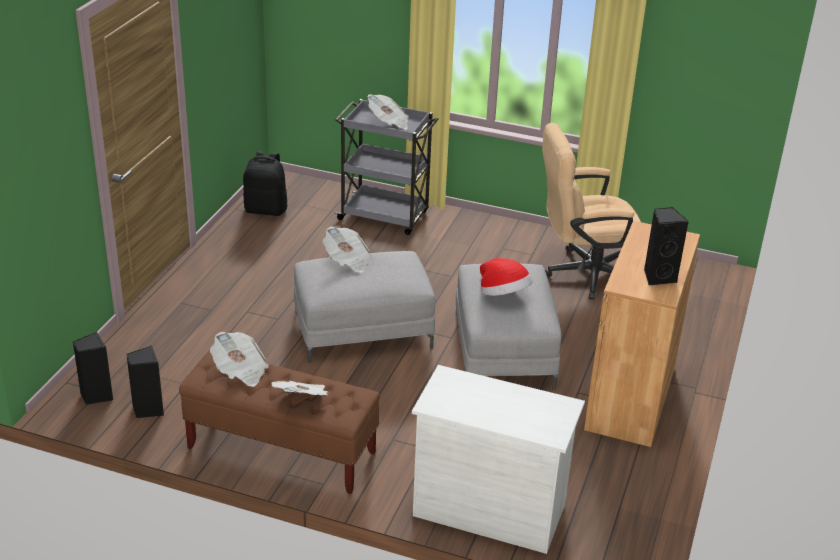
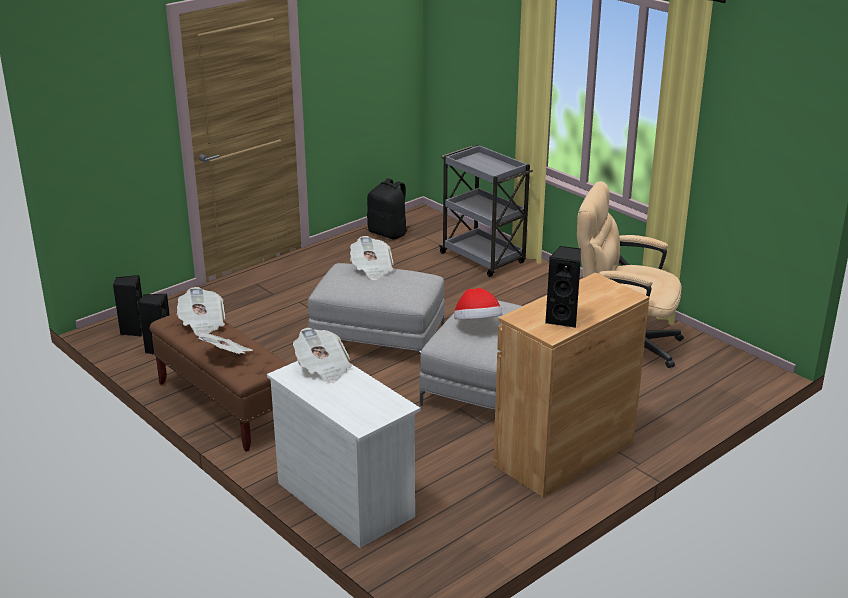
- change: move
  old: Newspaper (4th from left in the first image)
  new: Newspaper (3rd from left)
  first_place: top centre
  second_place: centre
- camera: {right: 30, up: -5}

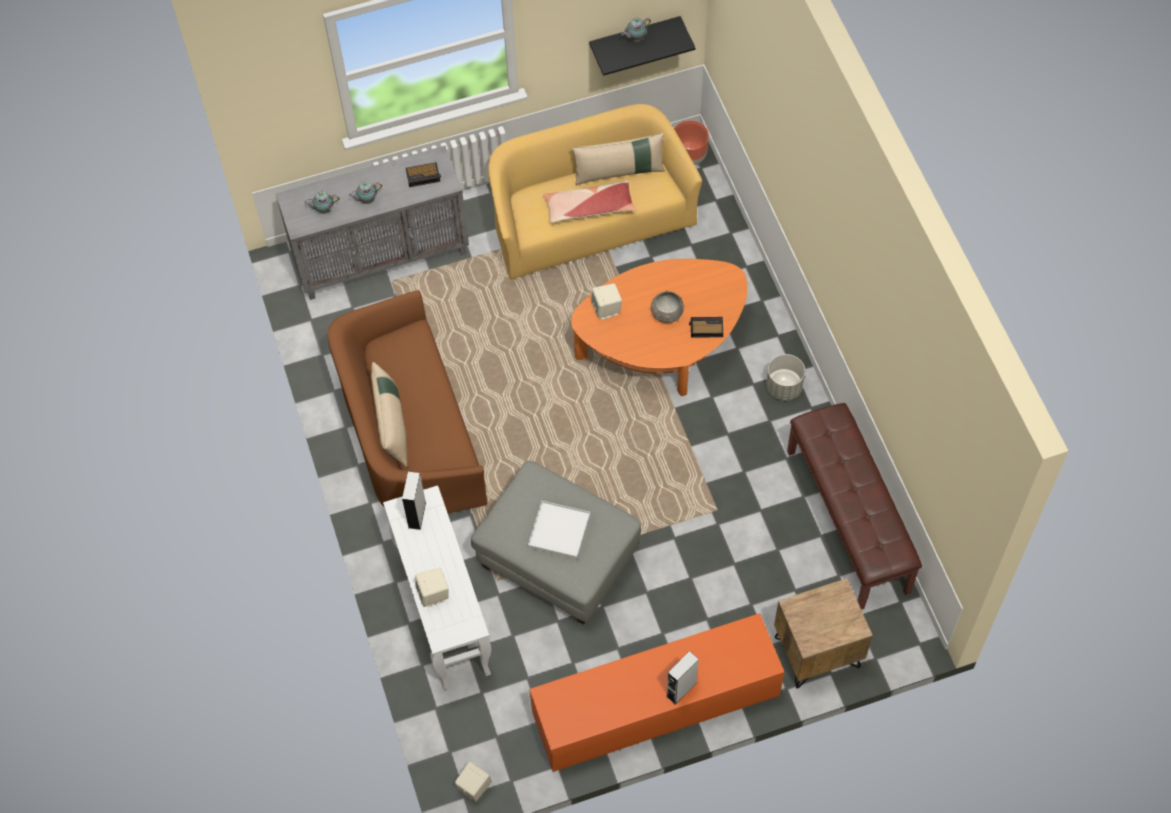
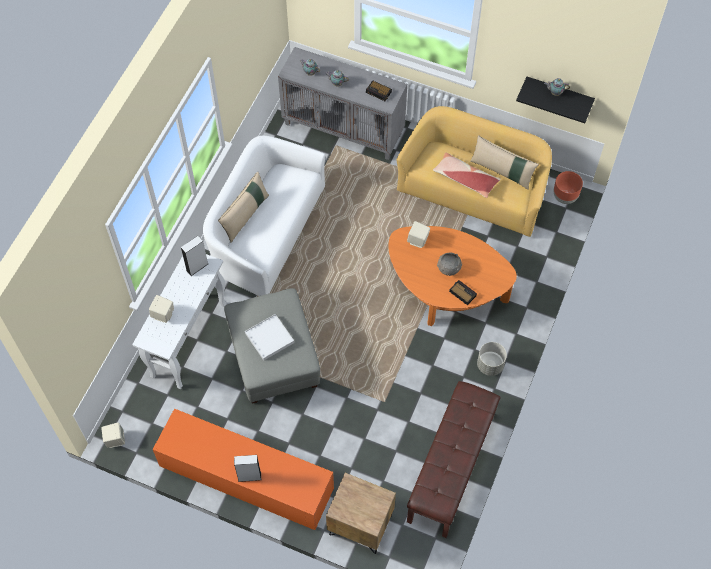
- change: recolor
  old: BrownSofa
  new: WhiteSofa
  first_place: centre
  second_place: centre
- camera: {right: 40, up: 0}

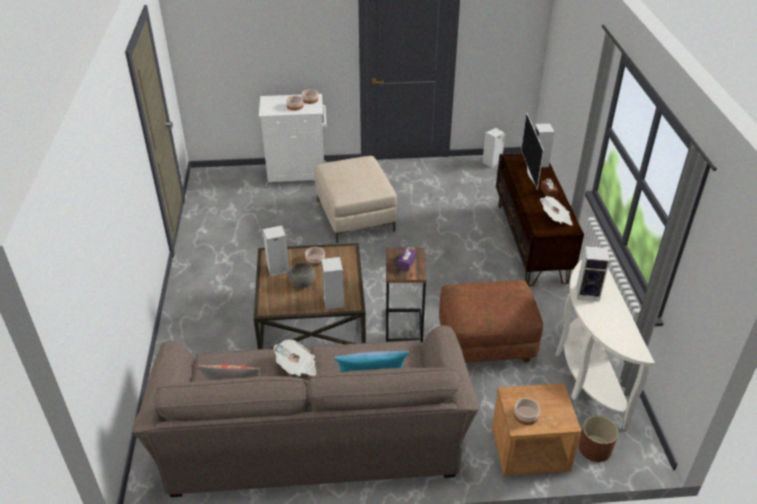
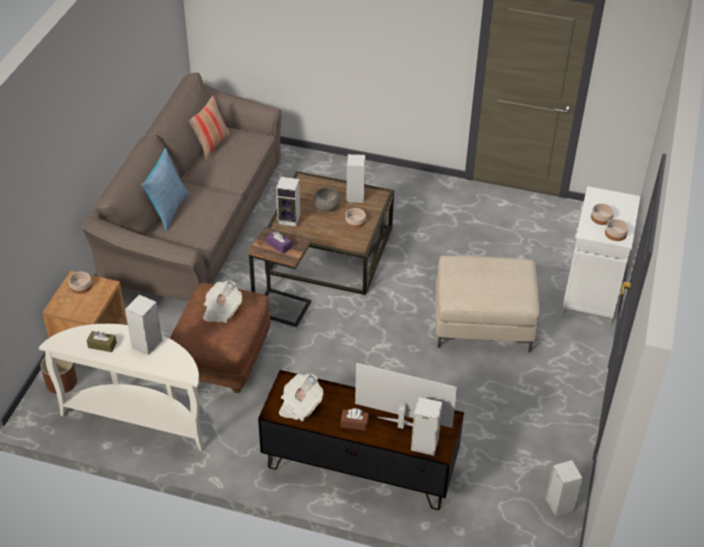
- change: insert
  new: BrownTissueBox (1st from left)
  second_place: middle left
- change: move
  old: Newspaper (1st from left)
  first_place: bottom centre
  second_place: middle left
- camera: {right: 110, up: 5}

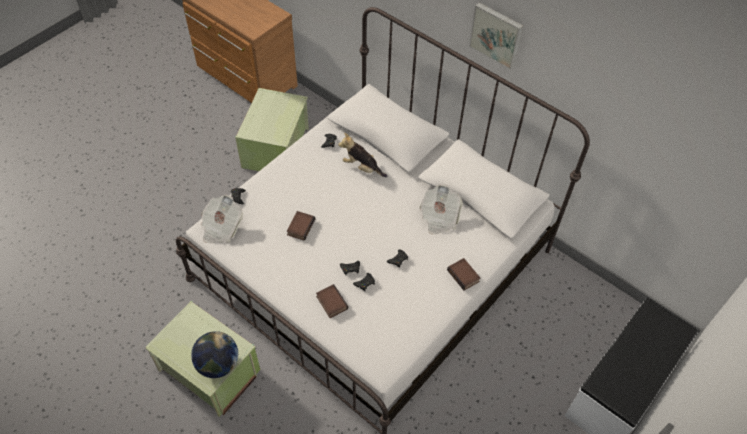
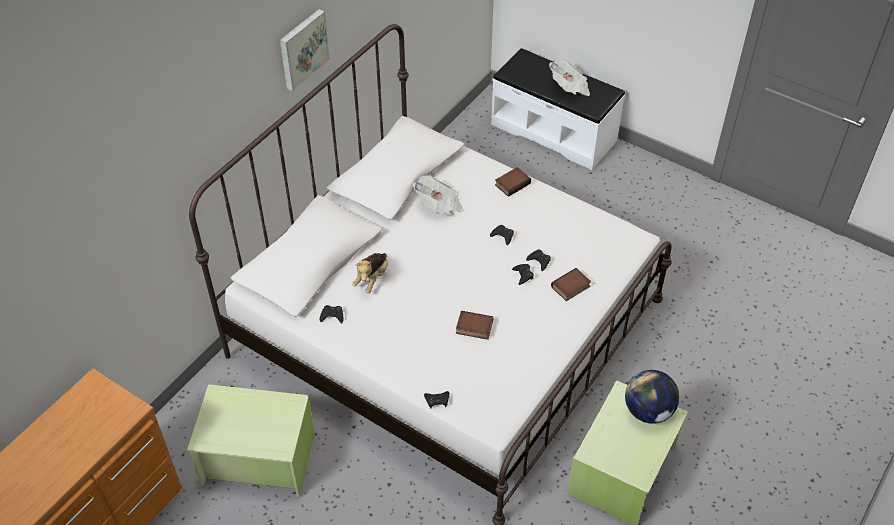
- change: move
  old: Newspaper (1st from left in the first image)
  new: Newspaper (2nd from left)
  first_place: middle left
  second_place: top centre
- camera: {right: -95, up: -5}

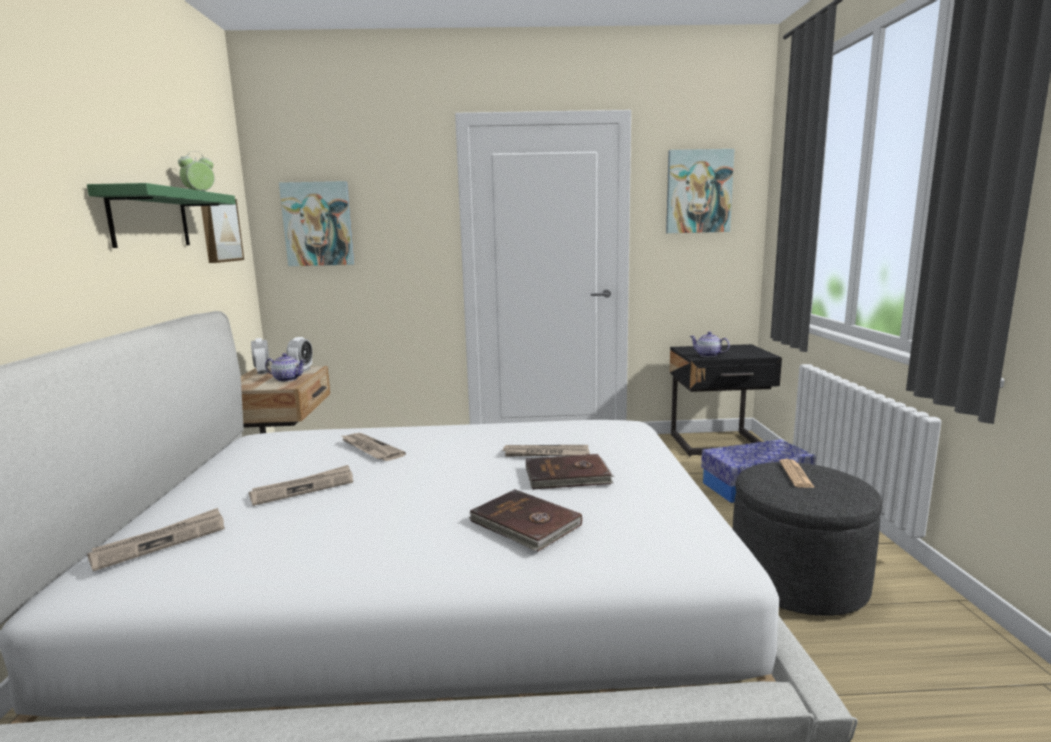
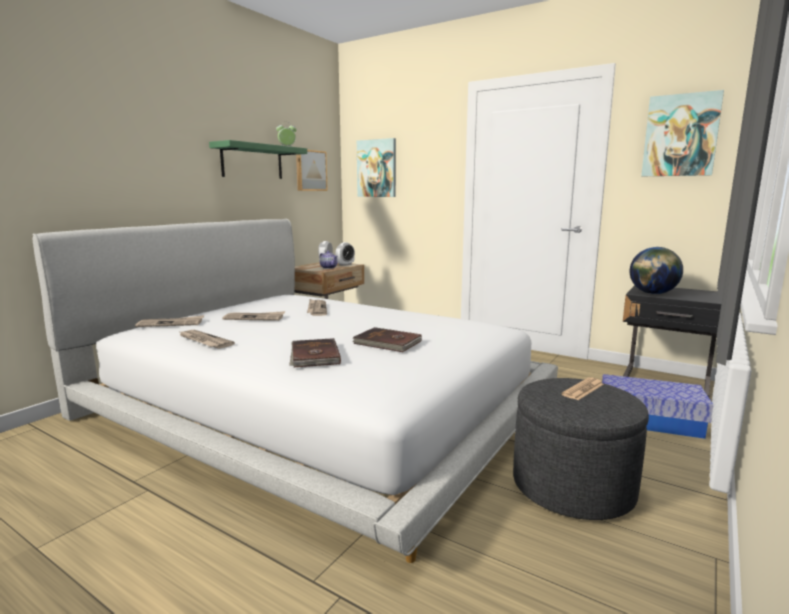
- change: move
  old: Newspaper (4th from left in the first image)
  new: Newspaper (2nd from left)
  first_place: centre
  second_place: middle left
- change: replace
  old: Teapot (2nd from left)
  new: Globe
  first_place: middle right
  second_place: middle right
- camera: {right: 35, up: 0}

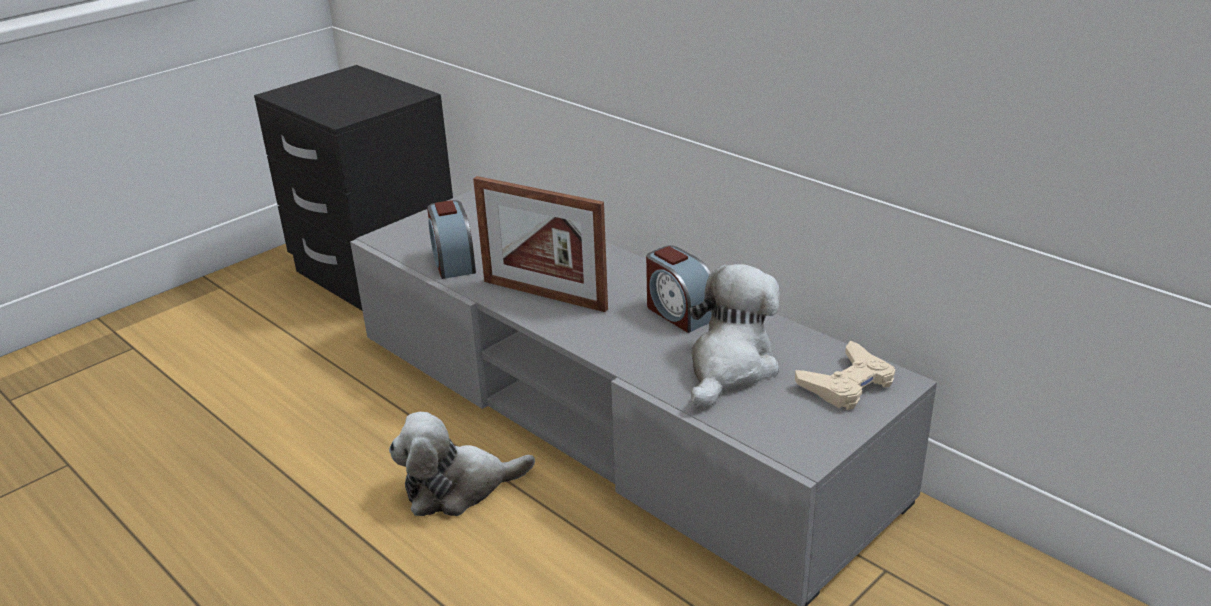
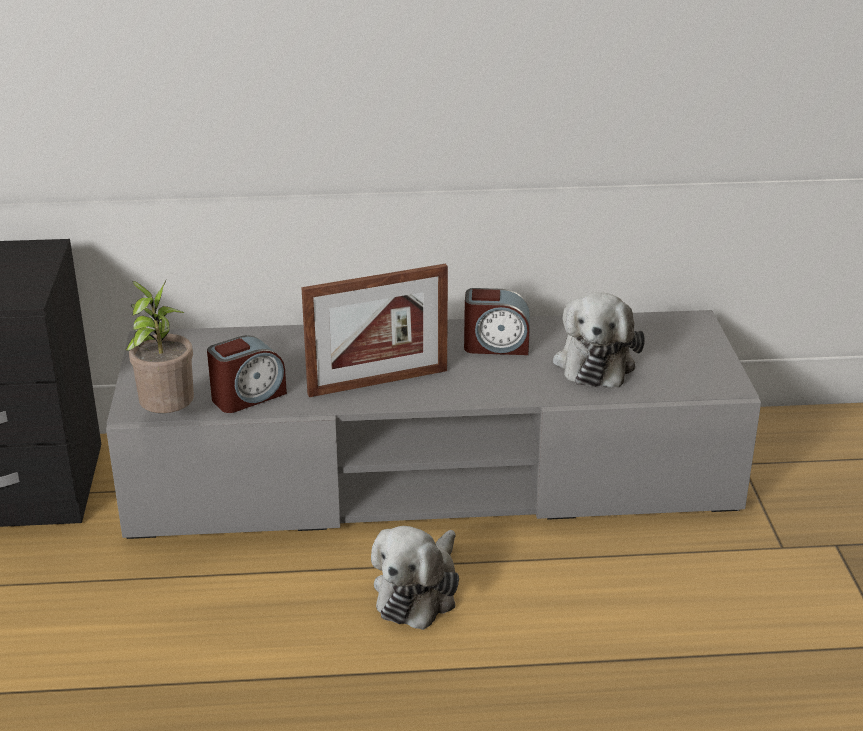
- change: insert
  new: PottedPlant
  second_place: middle left
- change: rotate
  old: AlarmClock (1st from left)
  first_place: centre
  second_place: middle left
  degrees: -60
- change: rotate
  old: PlushToy (2nd from left)
  first_place: centre
  second_place: middle right
  degrees: -150
- change: delete
  old: BeigeGameController
  first_place: middle right
- camera: {right: -50, up: 0}

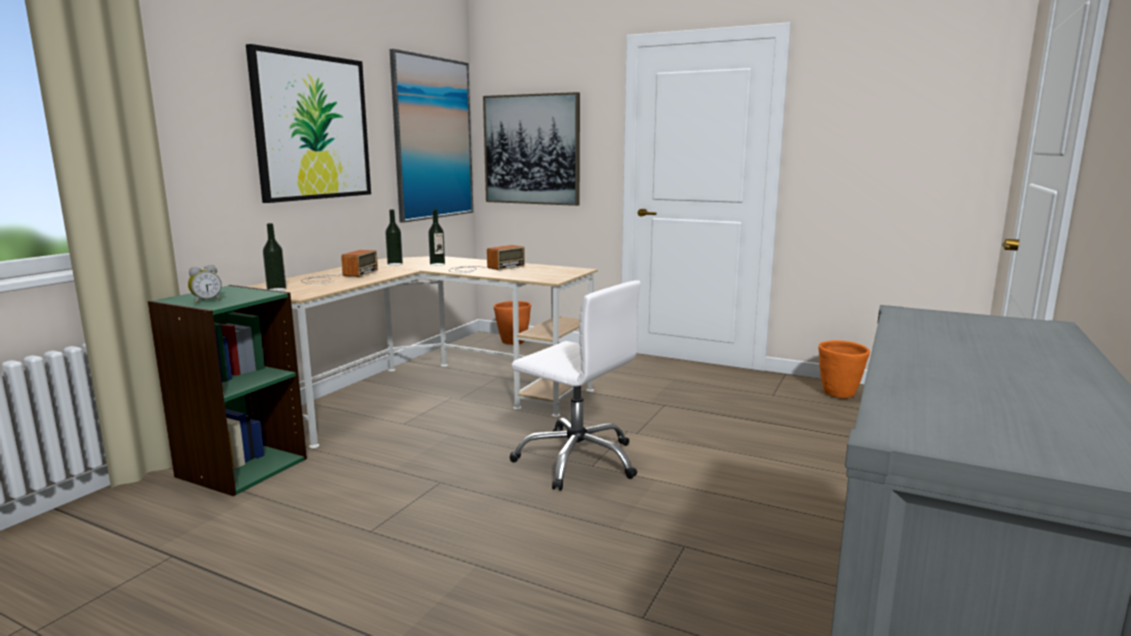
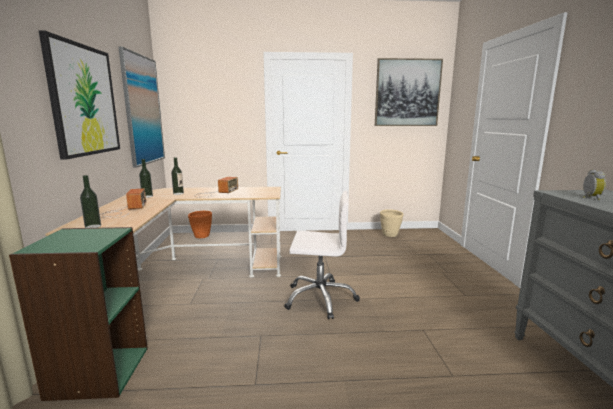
- change: move
  old: Picture (3rd from left)
  first_place: top centre
  second_place: top right
- change: recolor
  old: OrangePlanter (2nd from left)
  new: BeigePlanter
  first_place: middle right
  second_place: centre
- change: move
  old: AlarmClock
  first_place: middle left
  second_place: middle right
- camera: {right: -30, up: 0}

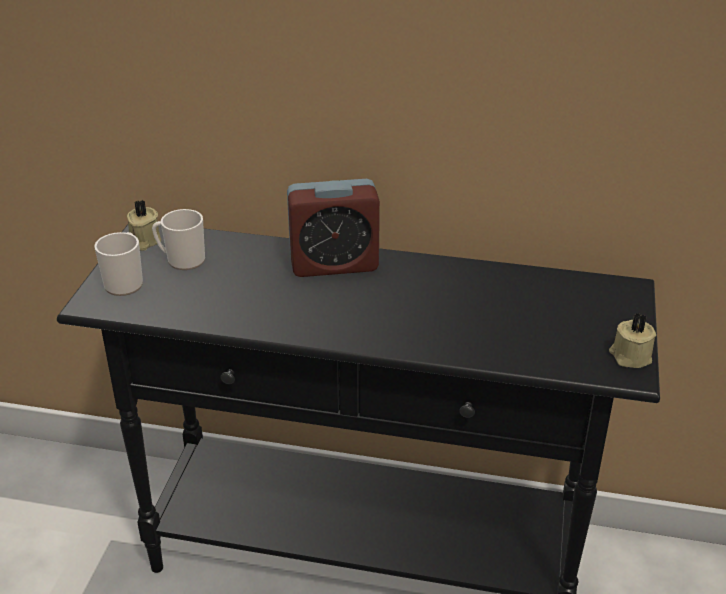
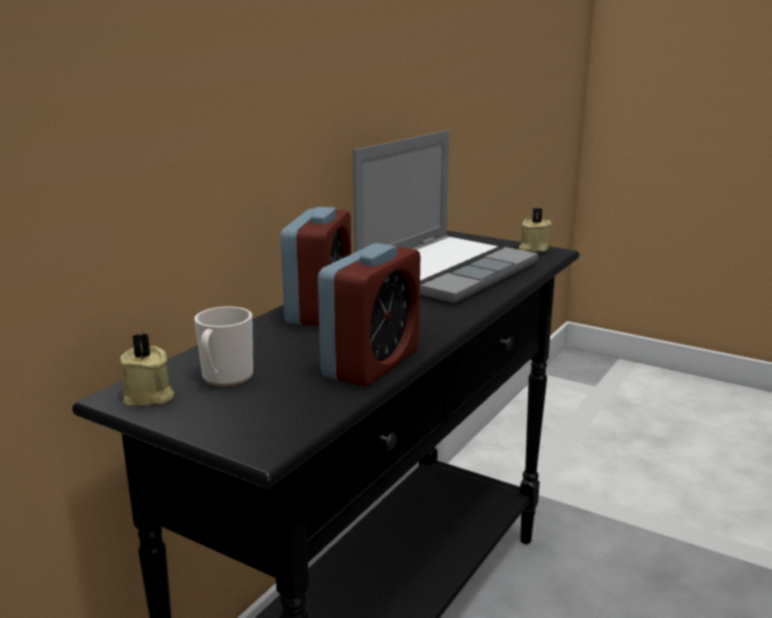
- change: insert
  new: AlarmClock (2nd from left)
  second_place: centre
- change: insert
  new: Laptop
  second_place: centre
- change: delete
  old: Mug (1st from left)
  first_place: middle left
- camera: {right: -70, up: -15}

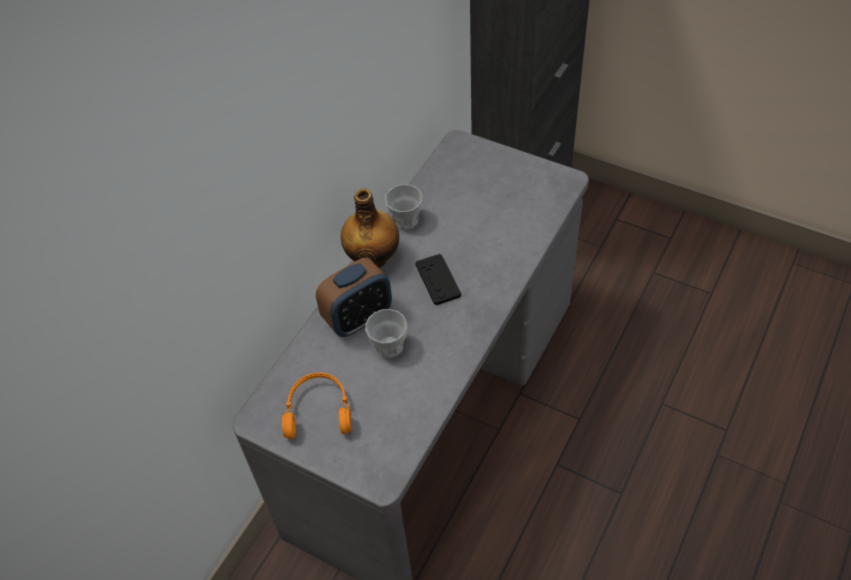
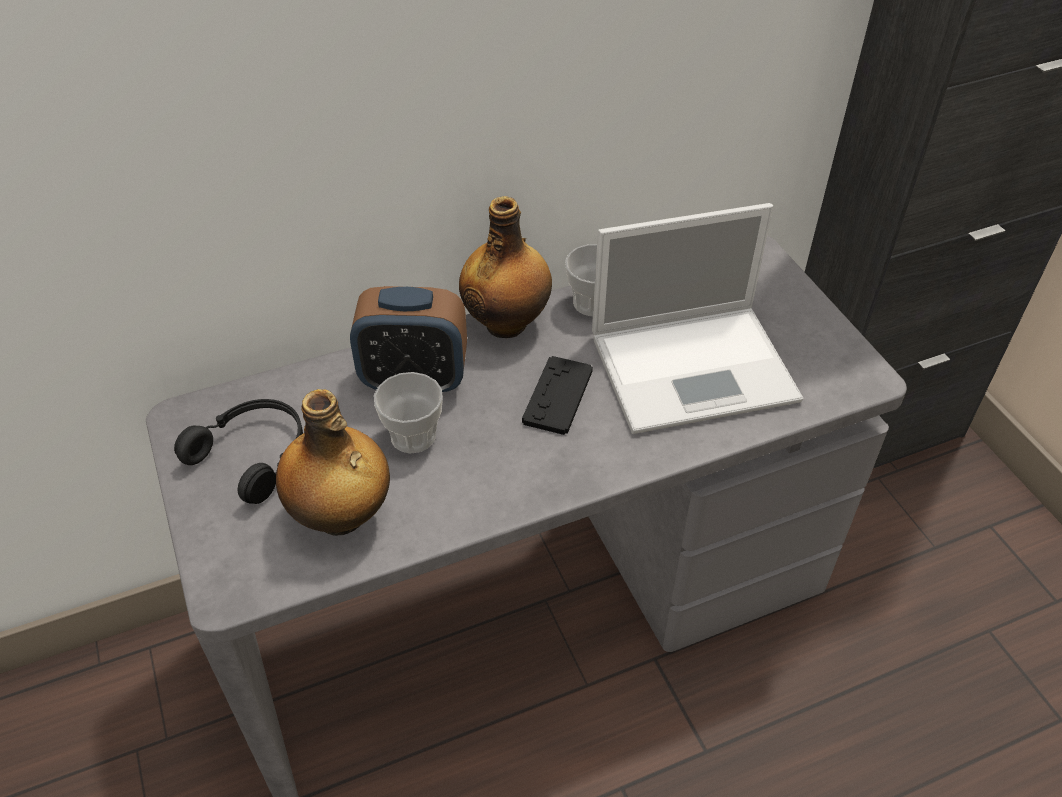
- change: recolor
  old: OrangeHeadphones
  new: BlackHeadphones
  first_place: bottom centre
  second_place: middle left
- change: insert
  new: Bottle (1st from left)
  second_place: middle left
- change: insert
  new: Laptop
  second_place: centre
- camera: {right: 35, up: -5}

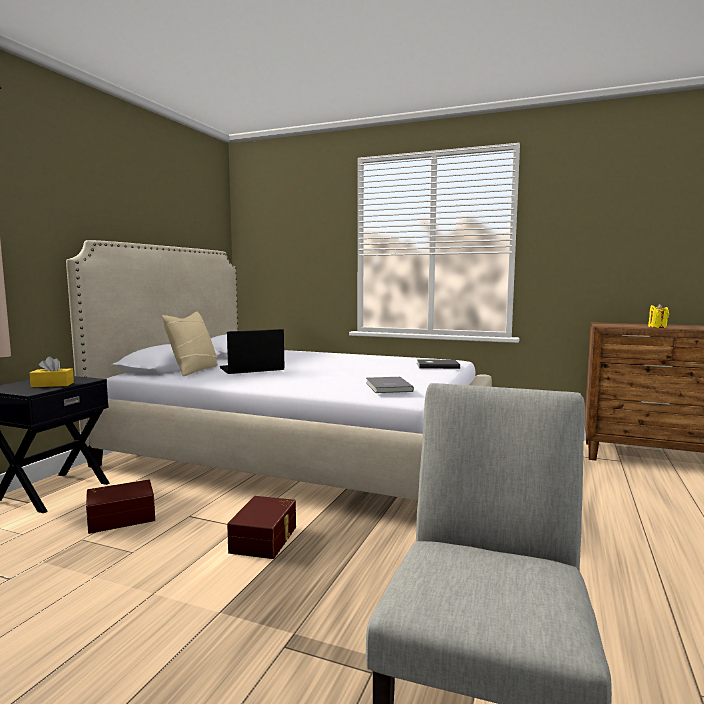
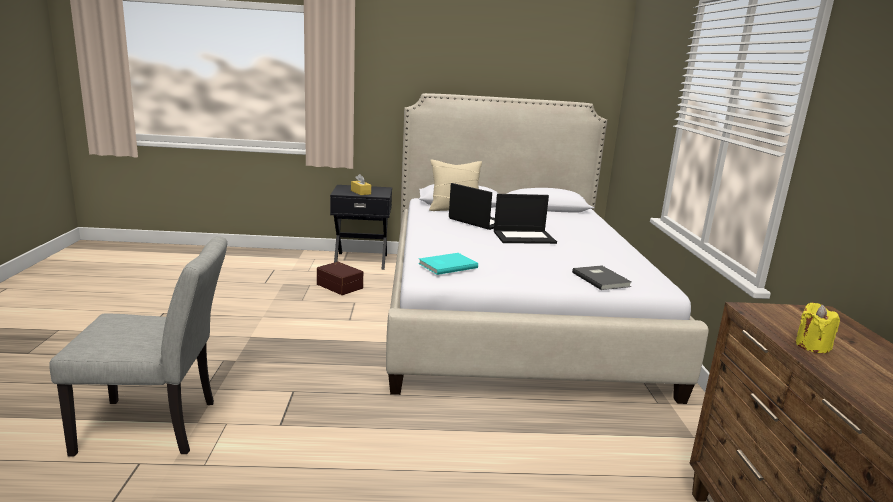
- change: recolor
  old: GreyBook (1st from left)
  new: TurquoiseBook
  first_place: centre
  second_place: centre
- change: insert
  new: Laptop (2nd from left)
  second_place: centre
- change: delete
  old: BrownStorageBox (2nd from left)
  first_place: bottom centre
- camera: {right: 65, up: 10}

